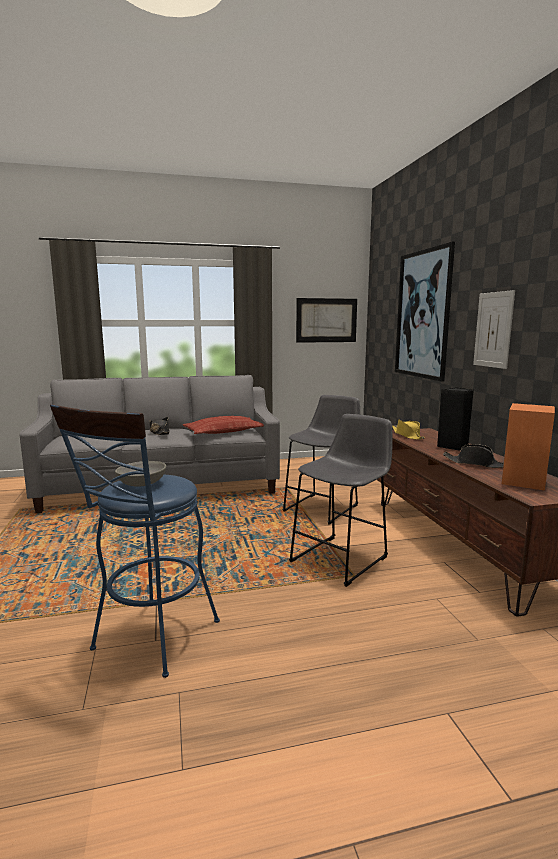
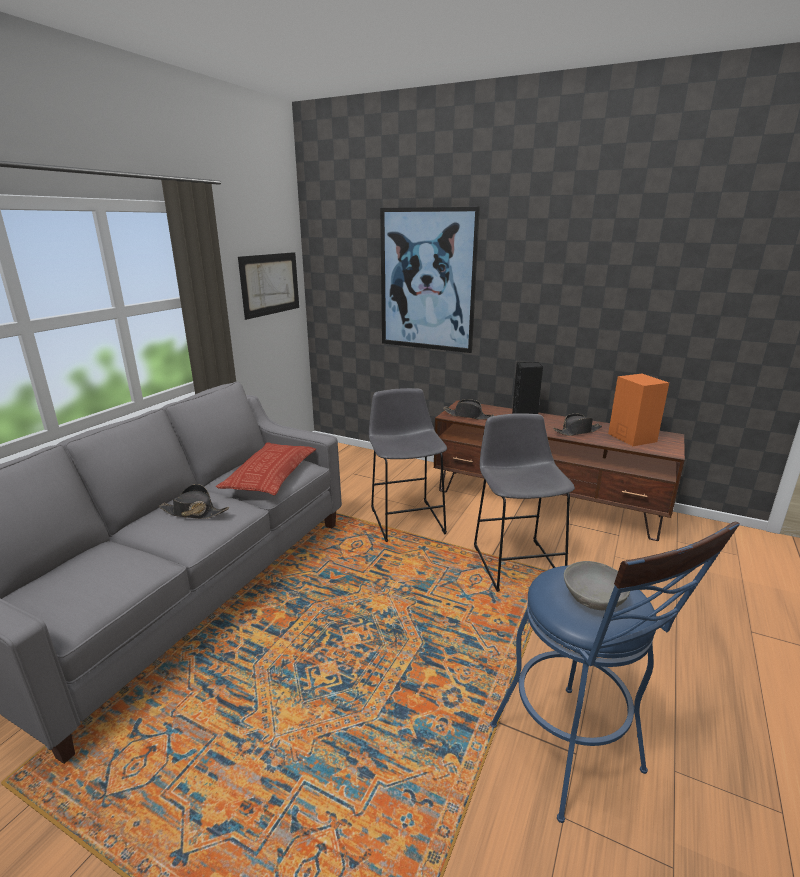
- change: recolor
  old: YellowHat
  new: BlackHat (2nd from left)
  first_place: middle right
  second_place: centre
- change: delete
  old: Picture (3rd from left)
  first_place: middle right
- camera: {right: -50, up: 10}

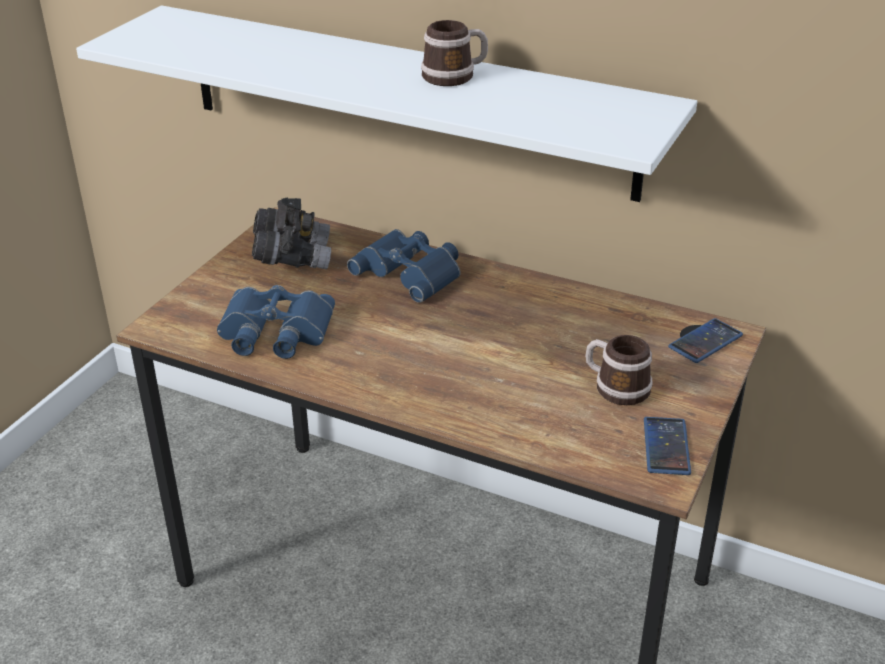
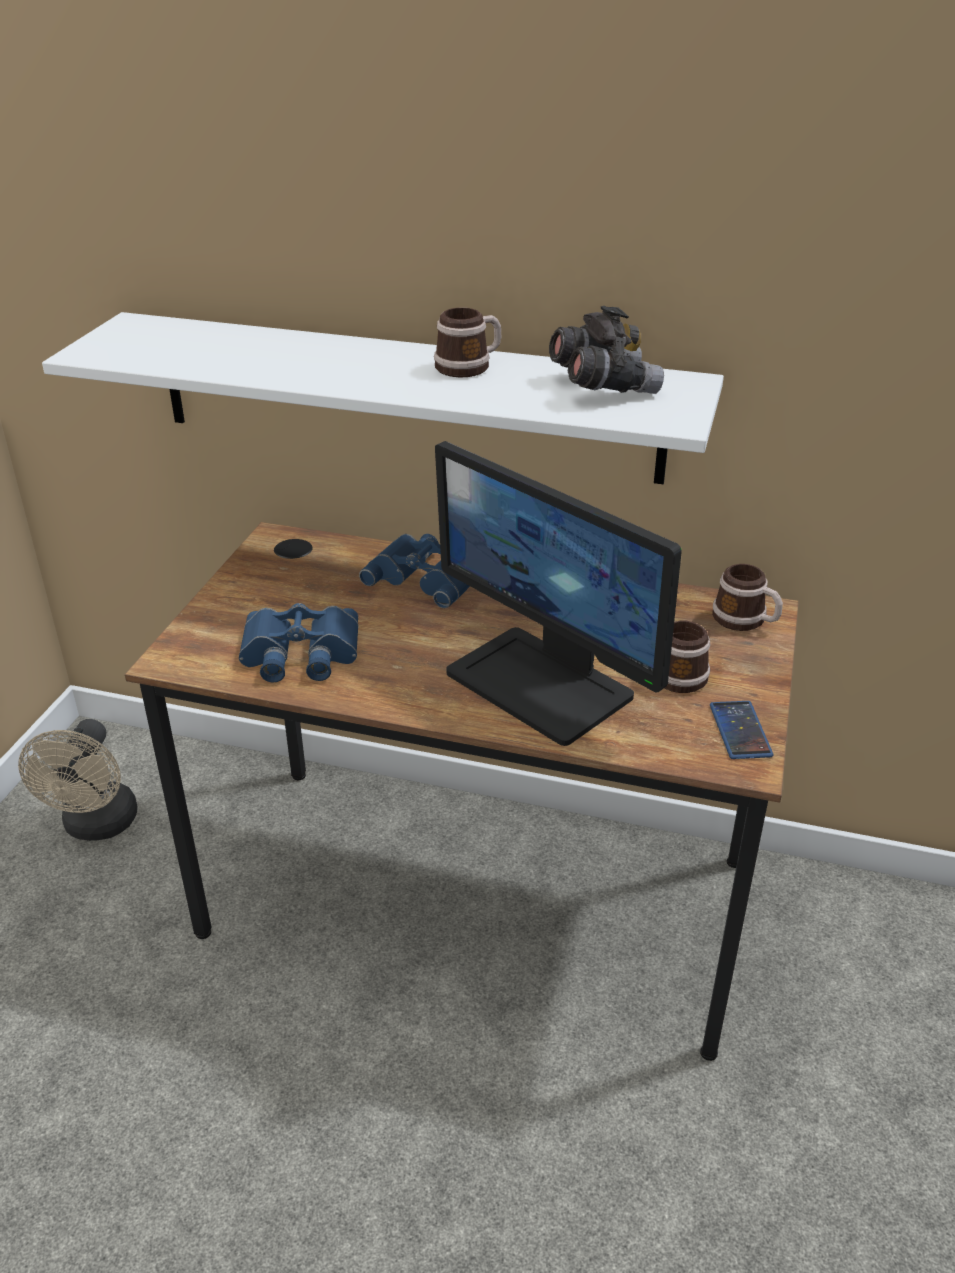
- change: insert
  new: BeigeFan
  second_place: middle left
- change: insert
  new: Monitor
  second_place: centre
- change: move
  old: GreyBinoculars
  first_place: middle left
  second_place: top centre
- change: replace
  old: Phone (2nd from left)
  new: Mug (3rd from left)
  first_place: middle right
  second_place: middle right
- camera: {right: -10, up: 0}

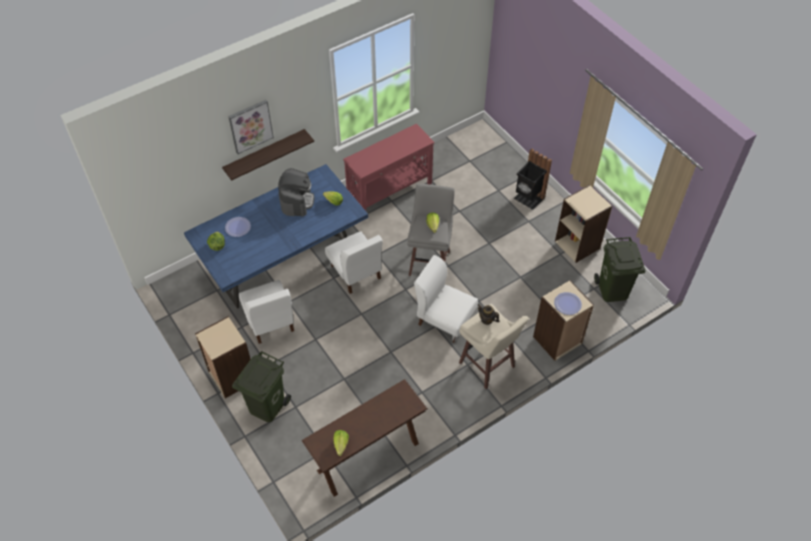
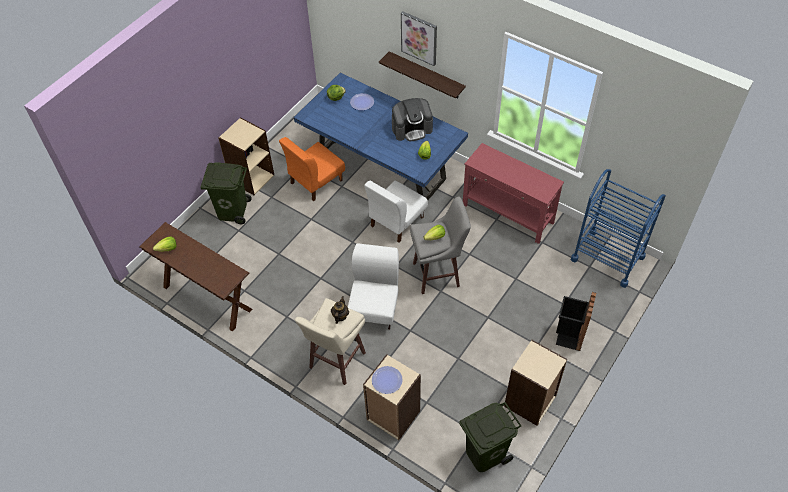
- change: recolor
  old: WhiteChair (1st from left)
  new: OrangeChair
  first_place: middle left
  second_place: centre
- change: insert
  new: BlueCart
  second_place: middle right
- camera: {right: 70, up: 0}

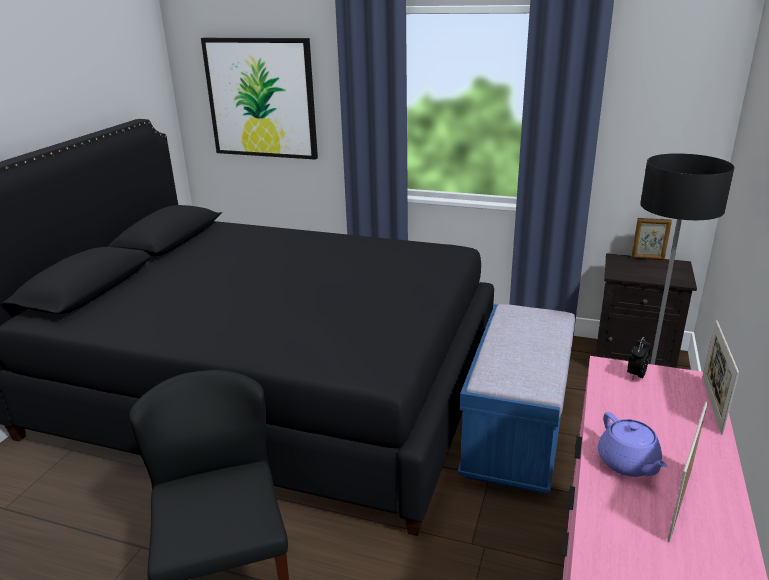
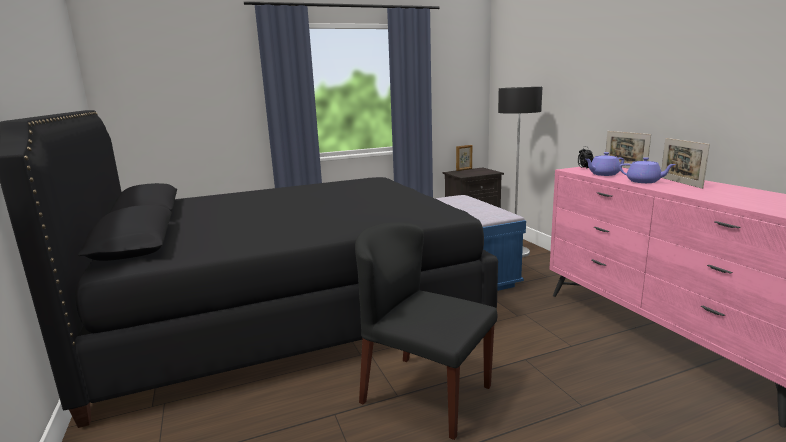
- change: insert
  new: PurpleTeapot (1st from left)
  second_place: middle right
- change: delete
  old: Picture
  first_place: top centre
- camera: {right: -40, up: -10}

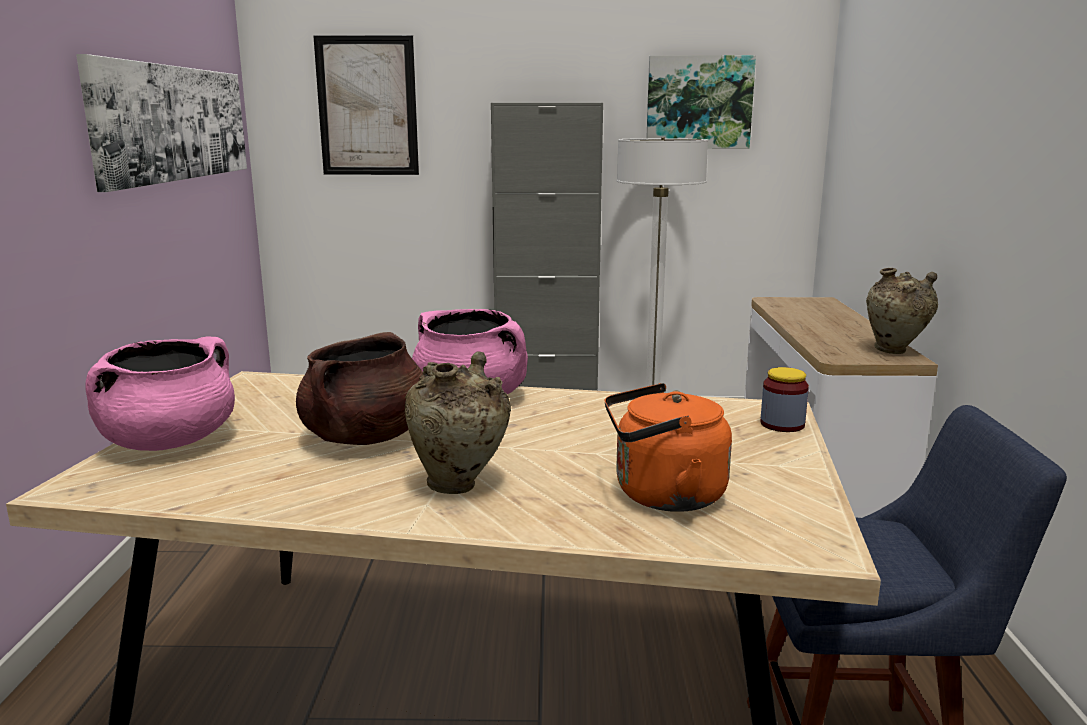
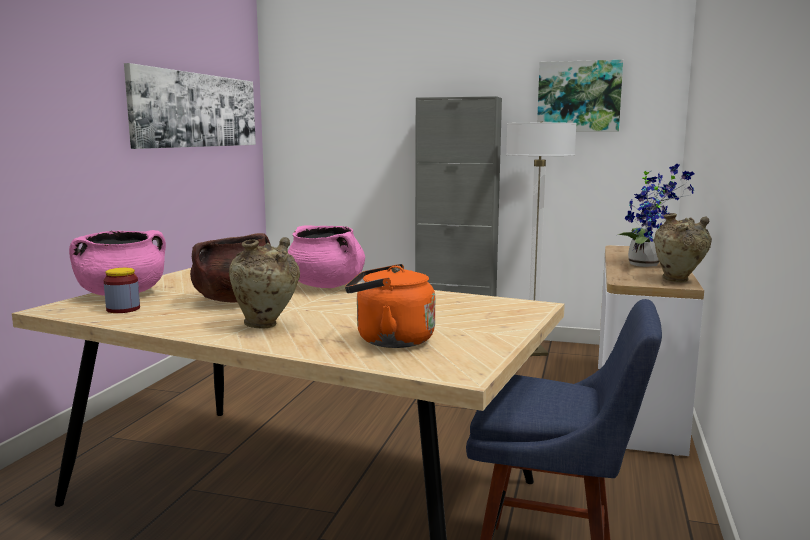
- change: move
  old: Jar
  first_place: middle right
  second_place: middle left
- change: insert
  new: PottedPlant
  second_place: middle right
- change: delete
  old: Picture (2nd from left)
  first_place: top centre
- camera: {right: 15, up: -5}

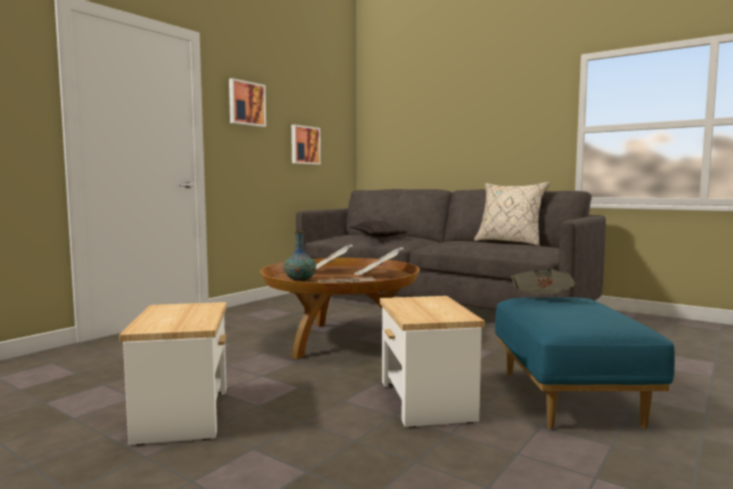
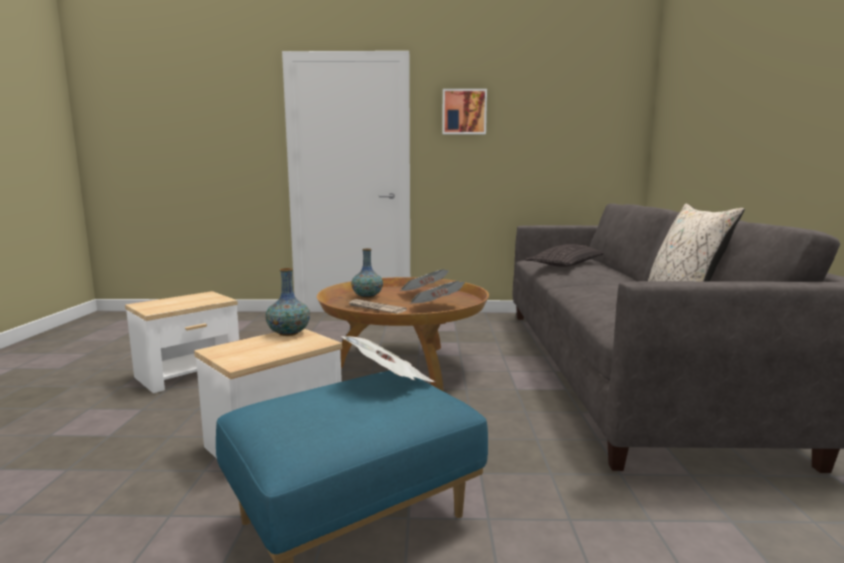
- change: insert
  new: Vase (1st from left)
  second_place: centre
- change: delete
  old: Picture (2nd from left)
  first_place: top centre
- camera: {right: 55, up: 5}

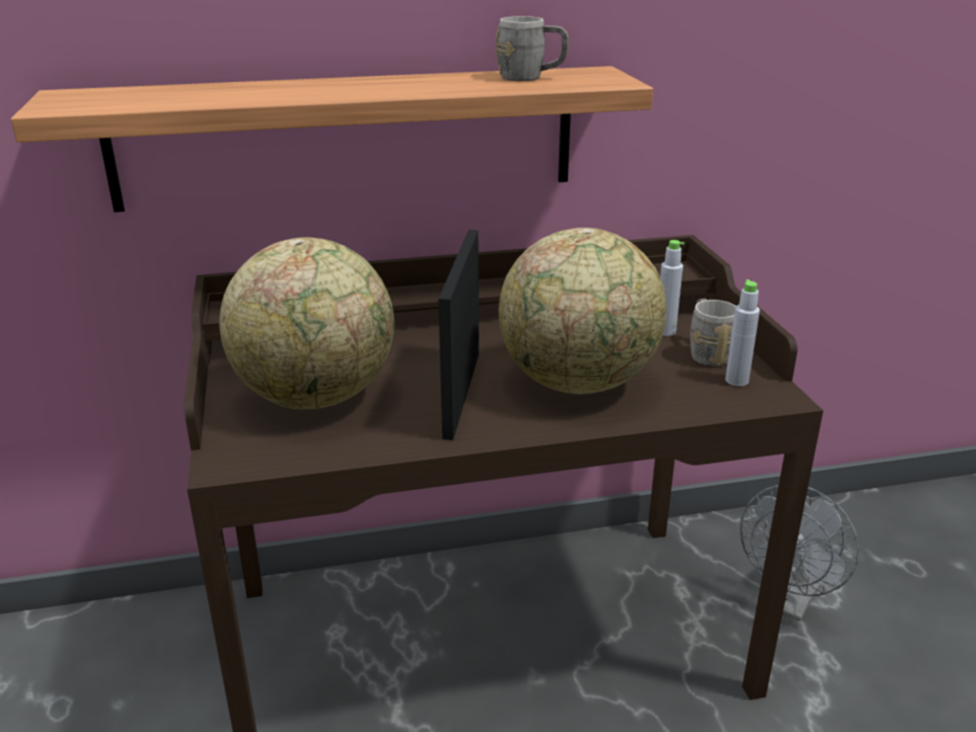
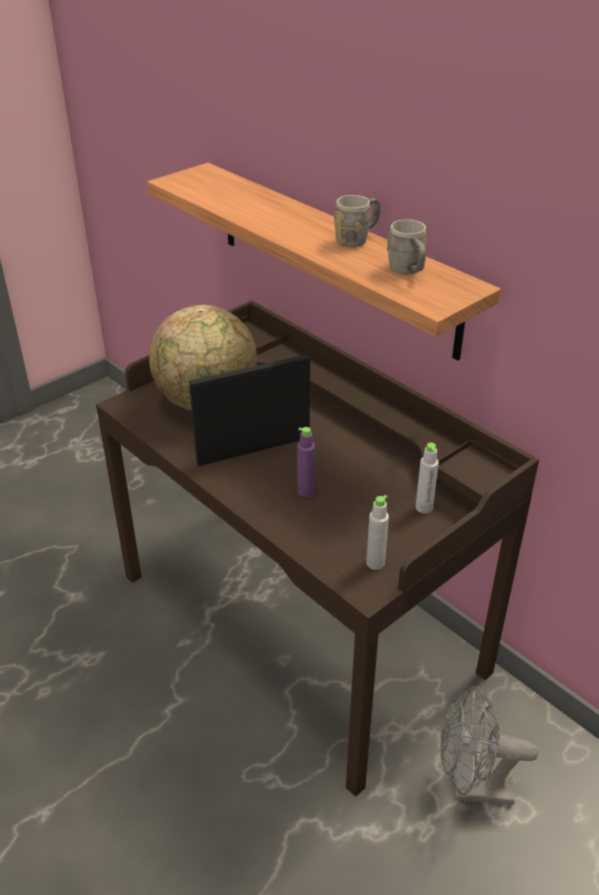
- change: replace
  old: Globe (2nd from left)
  new: PurpleBottle
  first_place: centre
  second_place: centre
- change: move
  old: GreyMug (2nd from left in the first image)
  new: GreyMug (1st from left)
  first_place: middle right
  second_place: top centre
- camera: {right: 60, up: 10}

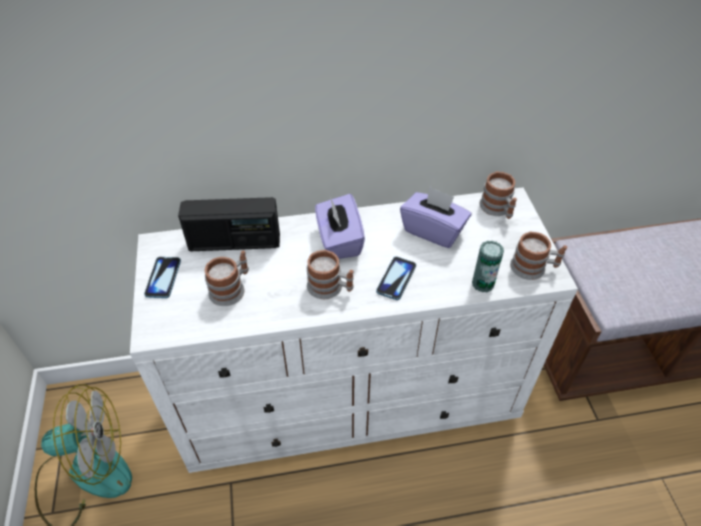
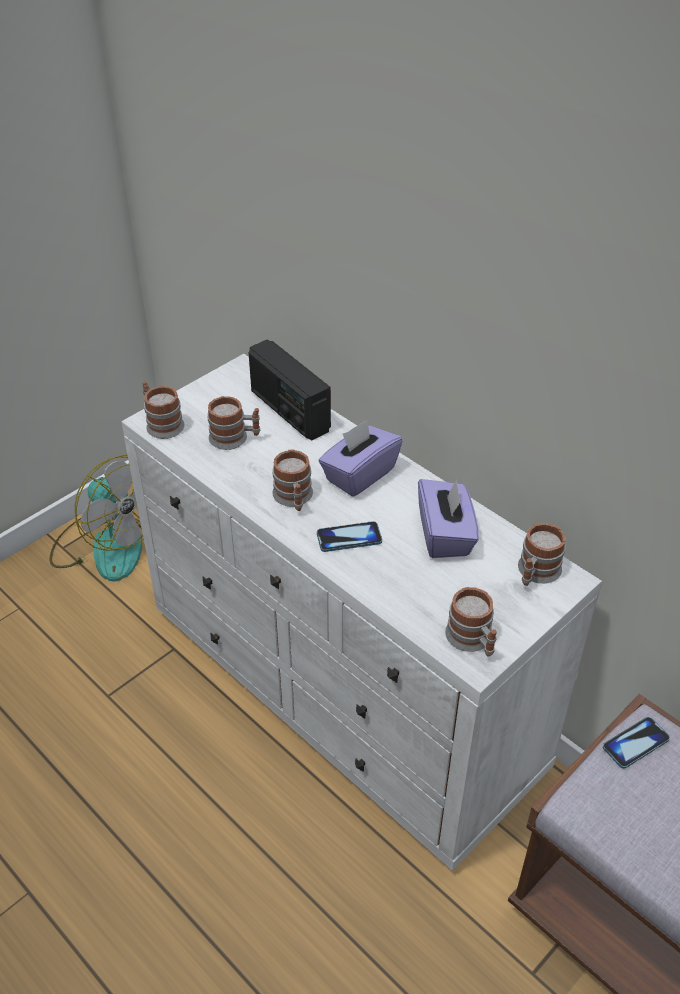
- change: insert
  new: Mug (1st from left)
  second_place: middle left
- change: move
  old: Phone (1st from left in the first image)
  new: Phone (2nd from left)
  first_place: middle left
  second_place: bottom right
- change: delete
  old: Can
  first_place: middle right
- camera: {right: 55, up: -5}

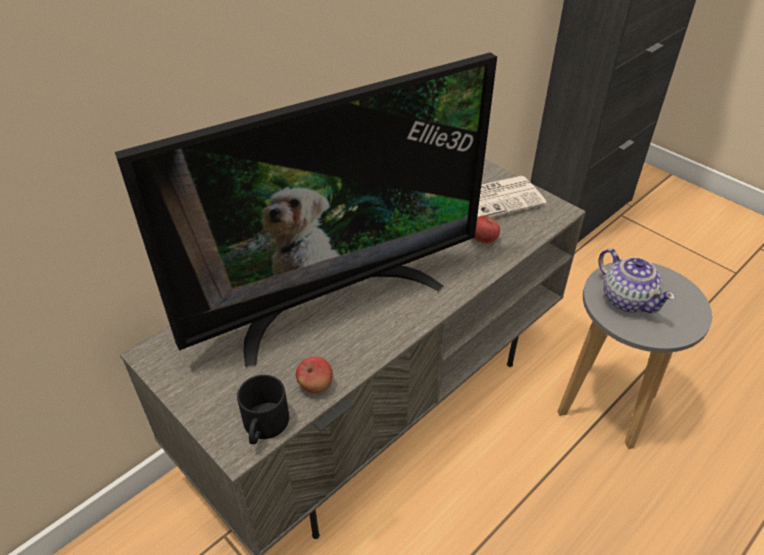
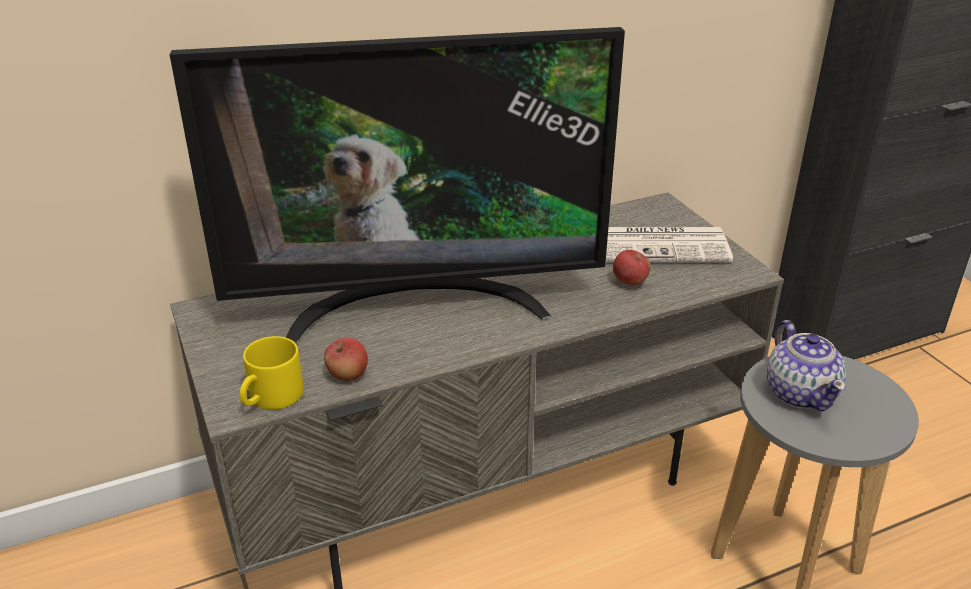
- change: recolor
  old: BlackMug
  new: YellowMug
  first_place: bottom centre
  second_place: middle left
- camera: {right: 20, up: -10}

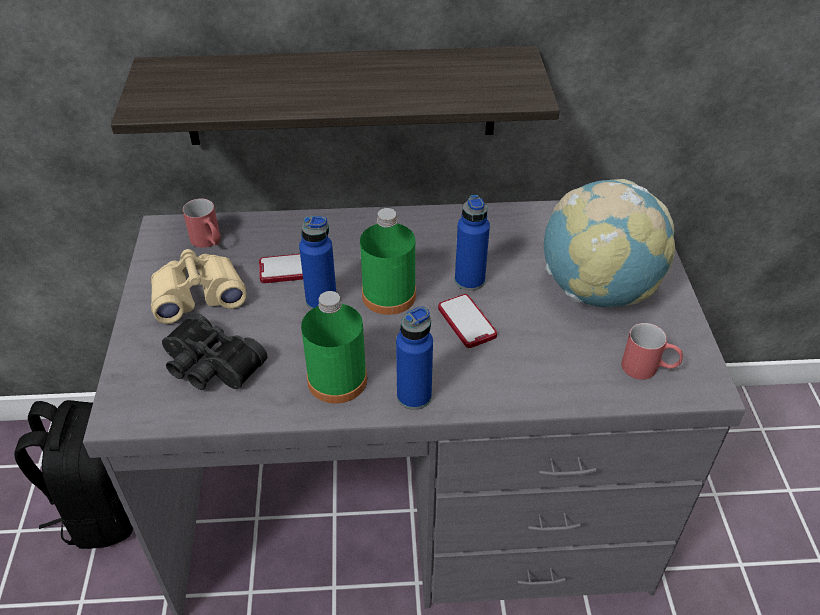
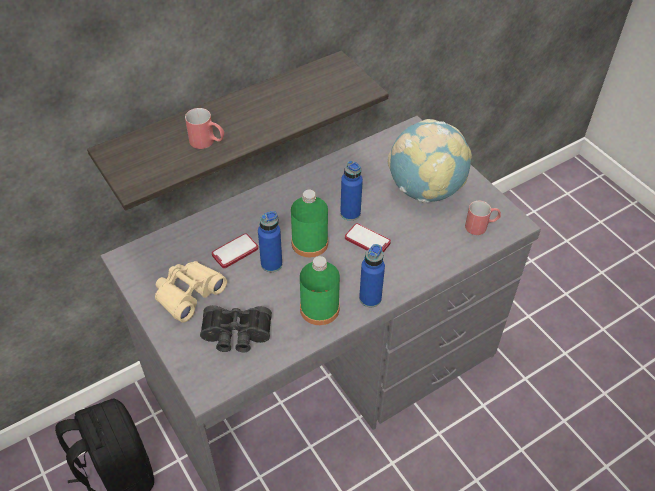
- change: move
  old: RedMug (1st from left)
  first_place: middle left
  second_place: top left
- camera: {right: -30, up: 5}

